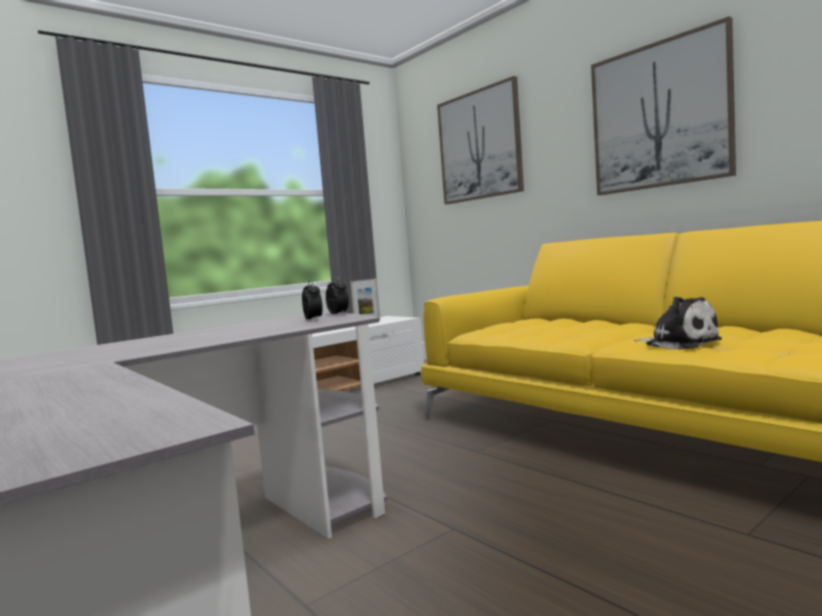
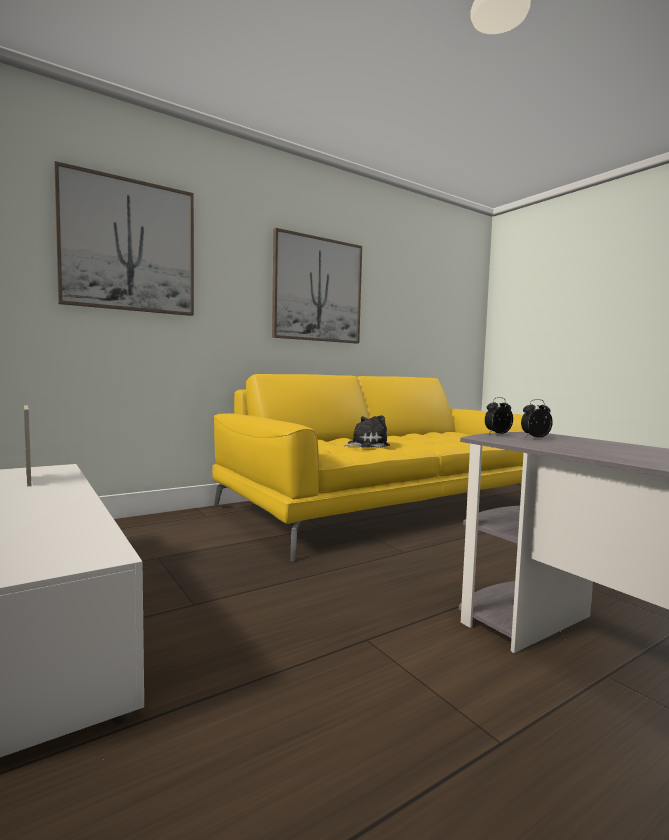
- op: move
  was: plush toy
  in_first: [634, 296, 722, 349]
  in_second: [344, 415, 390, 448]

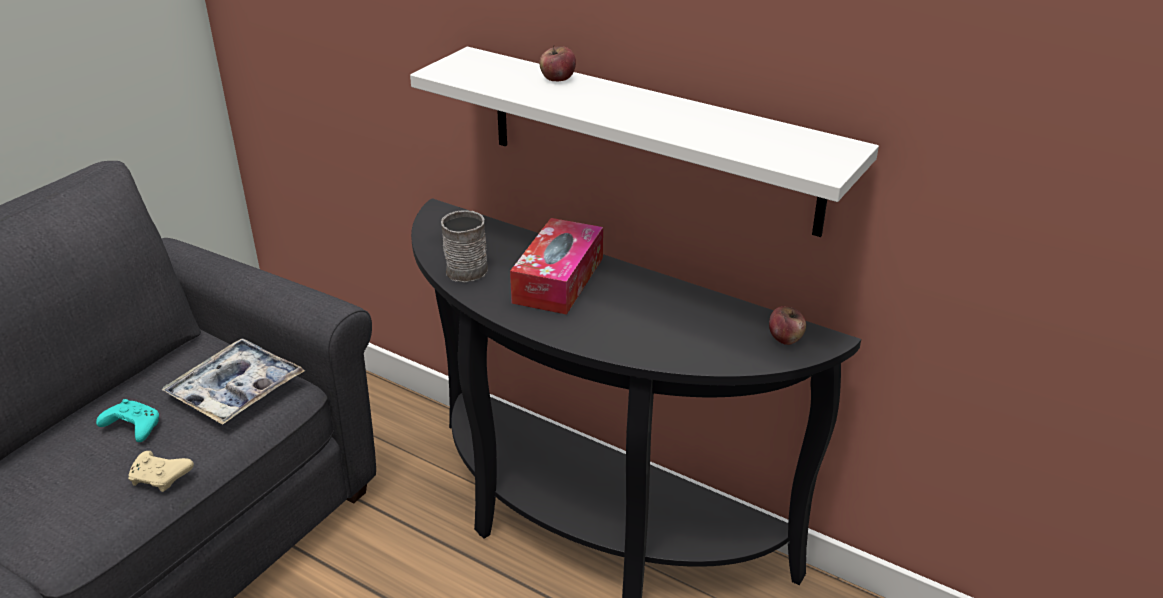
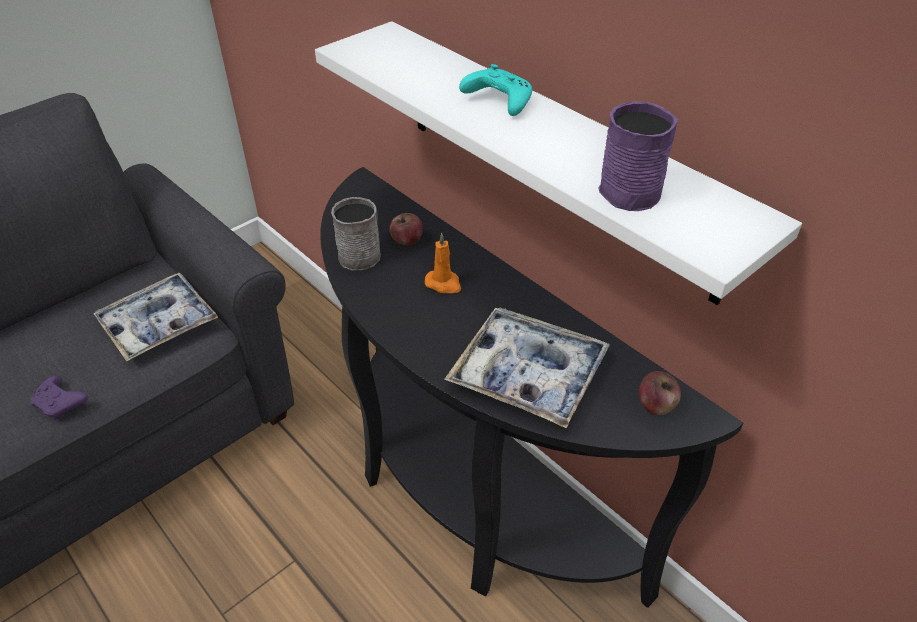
- op: move
  was: apple
  in_first: [539, 45, 576, 81]
  in_second: [390, 213, 423, 245]
- op: replace
  was: tissue box
  now: orange candle
  in_first: [510, 218, 603, 315]
  in_second: [425, 233, 461, 293]
- op: move
  was: turquoise game controller
  in_first: [96, 399, 159, 442]
  in_second: [459, 64, 532, 116]
- op: recolor
  was: beige game controller
  now: purple game controller
  in_first: [128, 451, 194, 492]
  in_second: [30, 376, 88, 420]
- op: insert
  now: purple mug
  in_second: [599, 101, 678, 211]
- op: insert
  now: tray
  in_second: [445, 307, 610, 428]

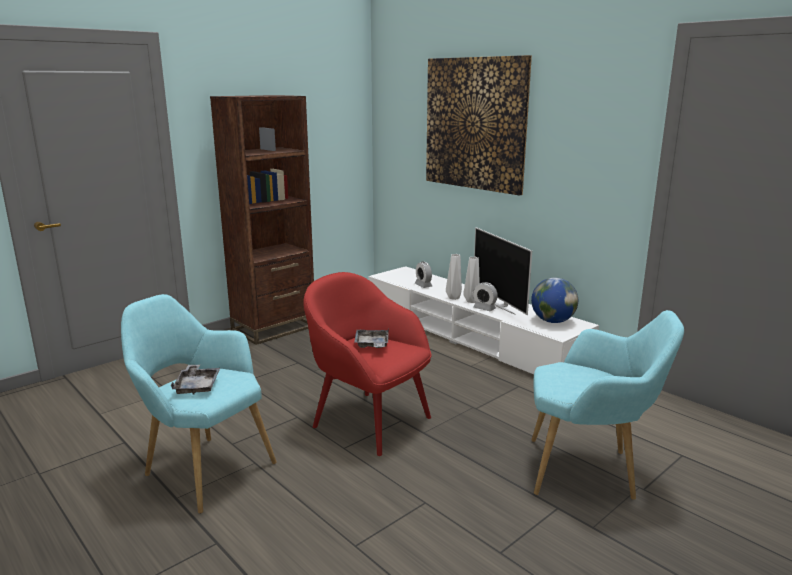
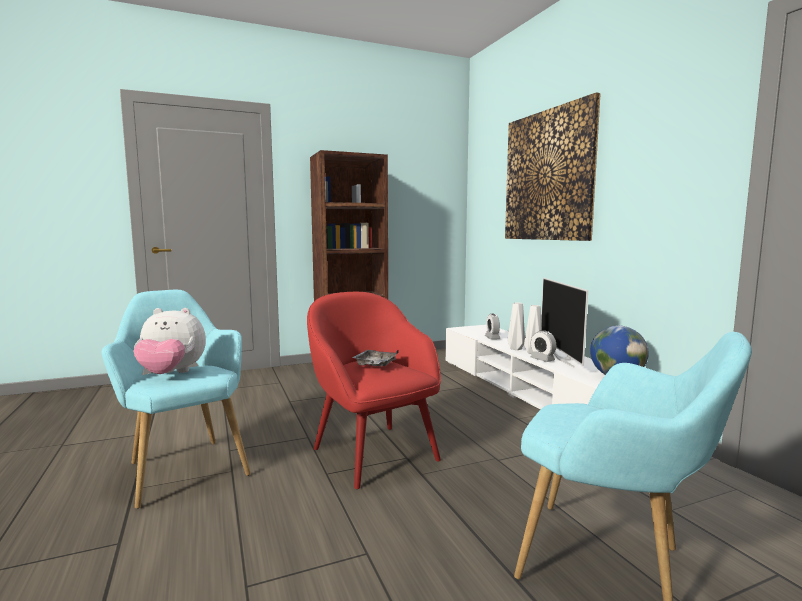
- op: replace
  was: grey tray
  now: plush toy
  in_first: [171, 364, 220, 395]
  in_second: [133, 308, 206, 374]

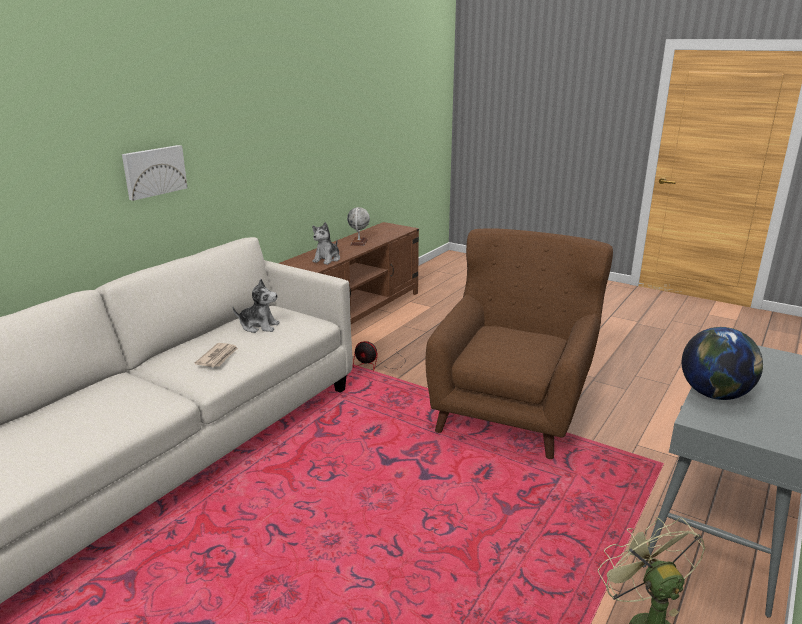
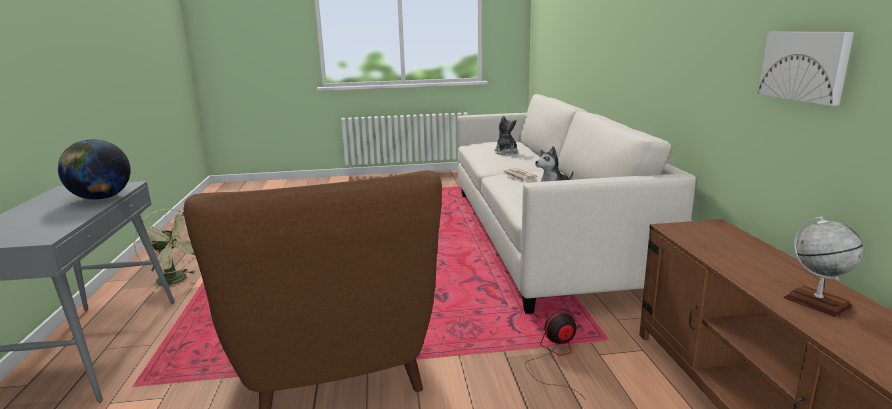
- op: move
  was: picture
  in_first: [122, 145, 188, 201]
  in_second: [758, 32, 854, 106]
- op: move
  was: plush toy
  in_first: [312, 222, 340, 265]
  in_second: [494, 116, 518, 155]

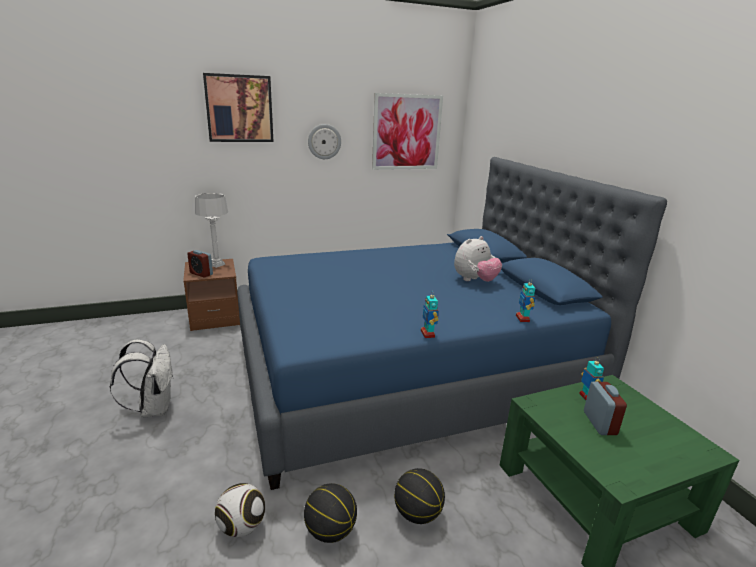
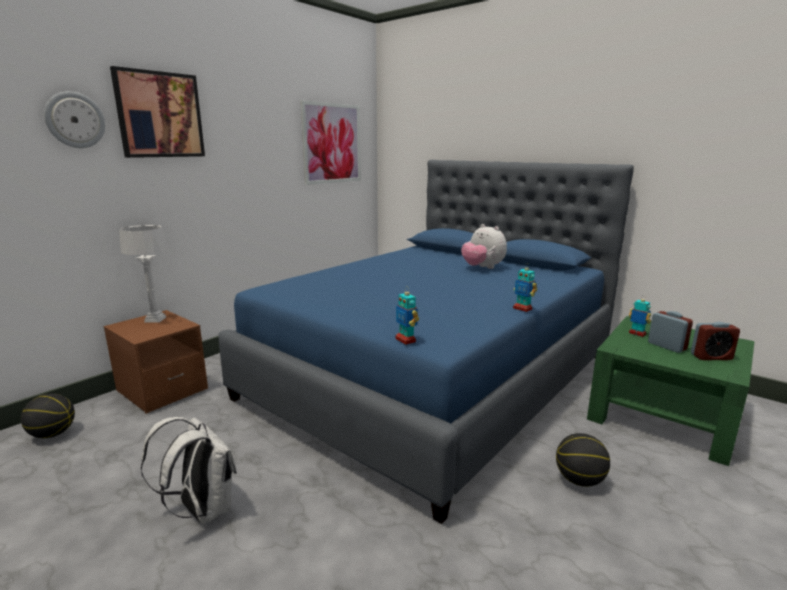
- op: move
  was: wall clock
  in_first: [308, 124, 341, 159]
  in_second: [44, 91, 105, 148]
- op: rotate
  was: plush toy
  in_first: [454, 236, 502, 282]
  in_second: [461, 224, 507, 269]
  clockwise: 120
- op: move
  was: alarm clock
  in_first: [187, 250, 213, 278]
  in_second: [691, 322, 740, 360]
- op: move
  was: toy robot
  in_first: [516, 278, 535, 322]
  in_second: [395, 286, 419, 345]
- op: delete
  was: football
  in_first: [215, 483, 265, 537]
- op: move
  was: basketball
  in_first: [304, 483, 357, 543]
  in_second: [21, 393, 75, 438]

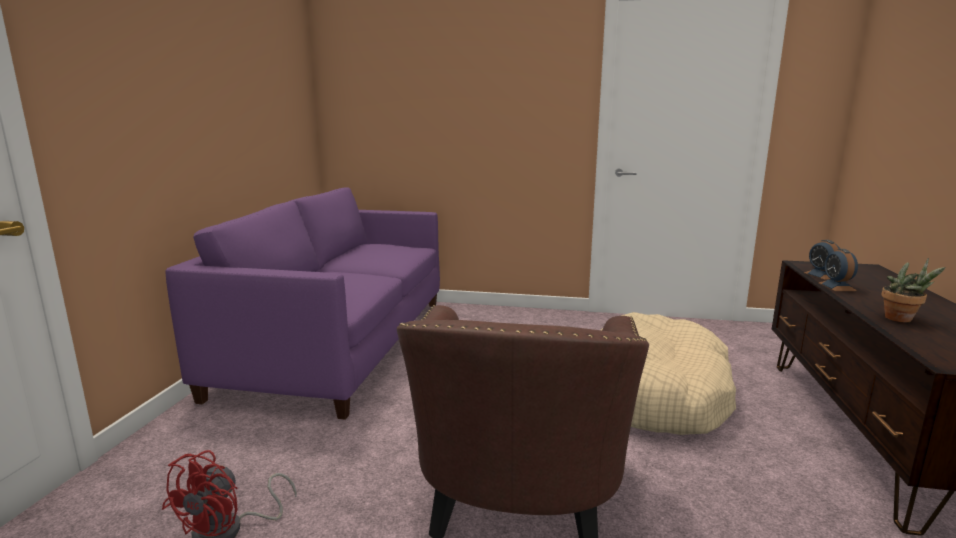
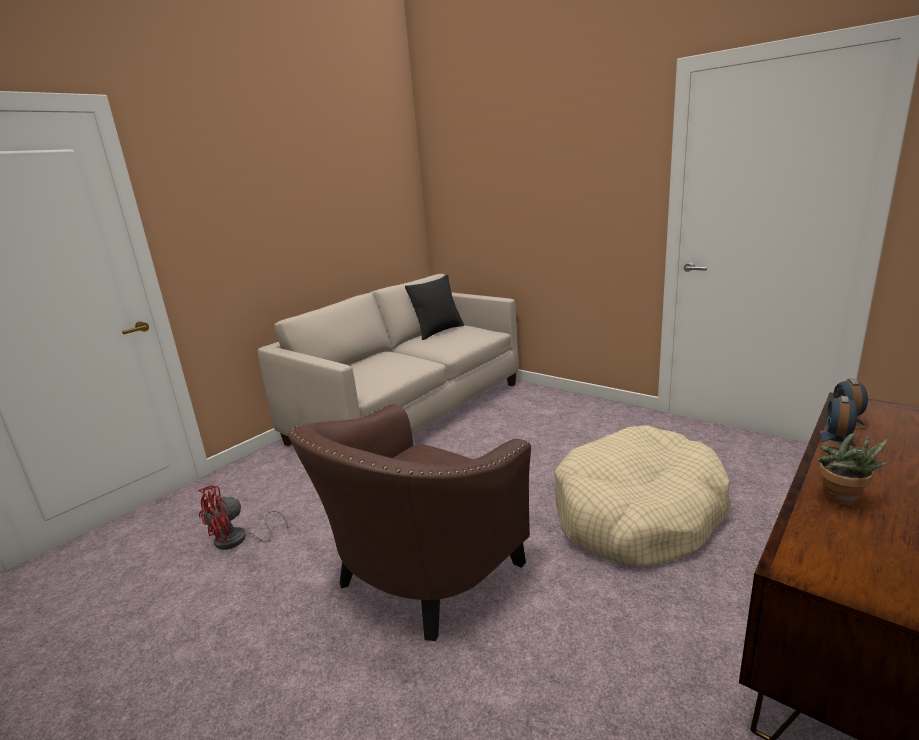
- op: recolor
  was: purple sofa
  now: beige sofa
  in_first: [165, 187, 440, 420]
  in_second: [257, 274, 519, 446]
- op: insert
  now: black pillow
  in_second: [405, 275, 464, 340]

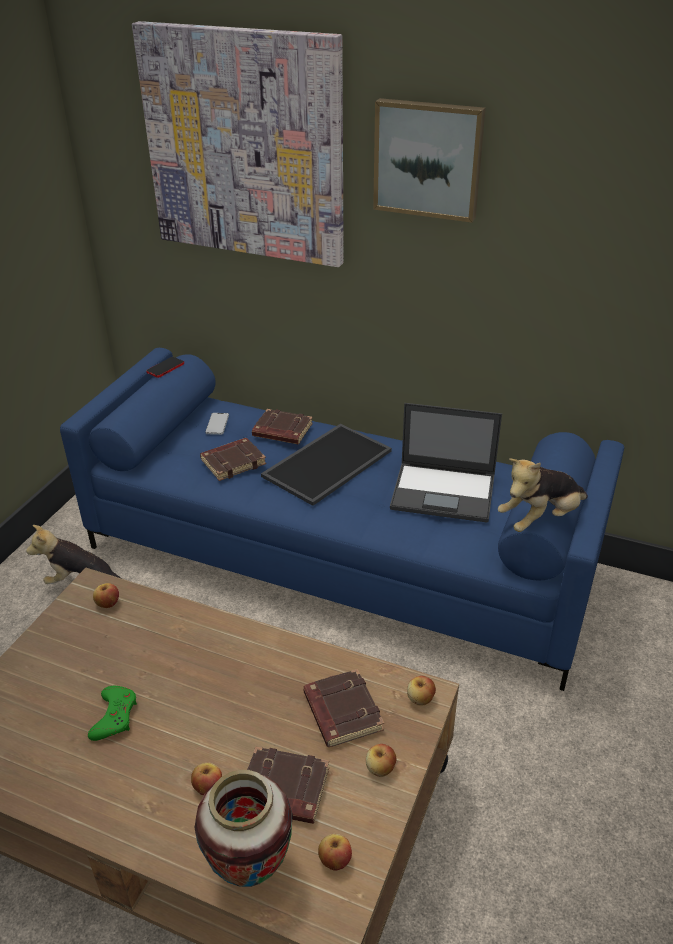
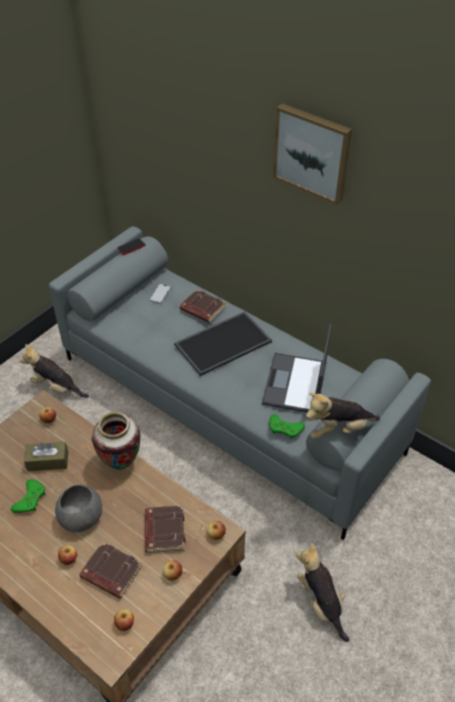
- op: delete
  was: picture
  in_first: [132, 21, 344, 267]
- op: recolor
  was: blue sofa
  now: grey sofa
  in_first: [60, 348, 624, 691]
  in_second: [49, 226, 431, 540]
- op: rotate
  was: laptop
  in_first: [390, 403, 502, 523]
  in_second: [262, 324, 331, 412]
  clockwise: 75
- op: delete
  was: brown book
  in_first: [200, 438, 266, 481]
- op: move
  was: vase
  in_first: [194, 770, 293, 887]
  in_second: [92, 412, 140, 470]
- op: insert
  now: green game controller
  in_second: [269, 414, 305, 439]
- op: insert
  now: brown tissue box
  in_second: [24, 442, 68, 471]
- op: insert
  now: grey bowl
  in_second: [55, 485, 102, 532]
- op: insert
  now: plush toy
  in_second: [296, 543, 349, 642]

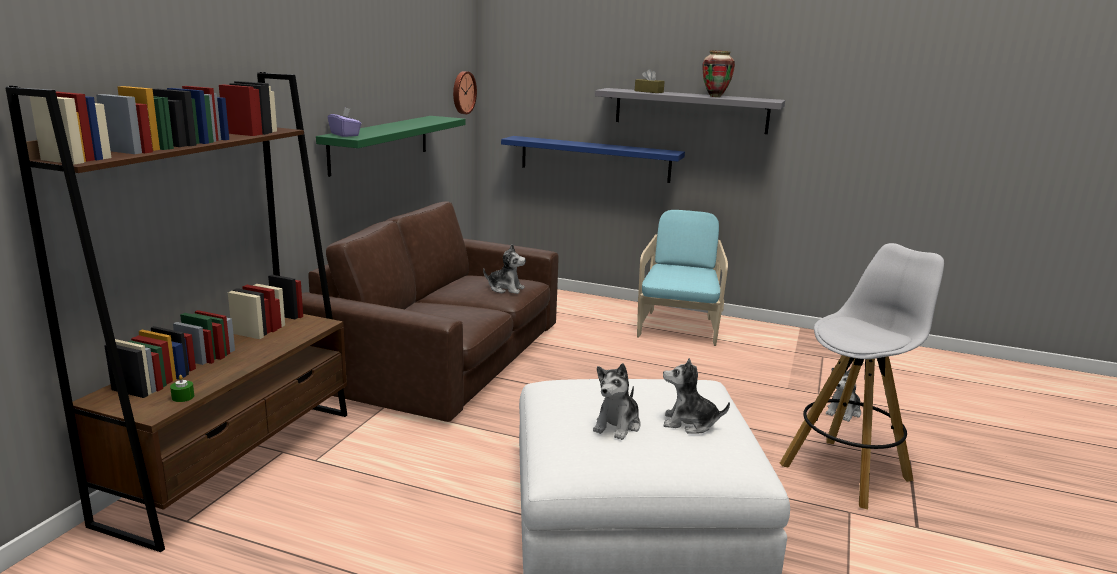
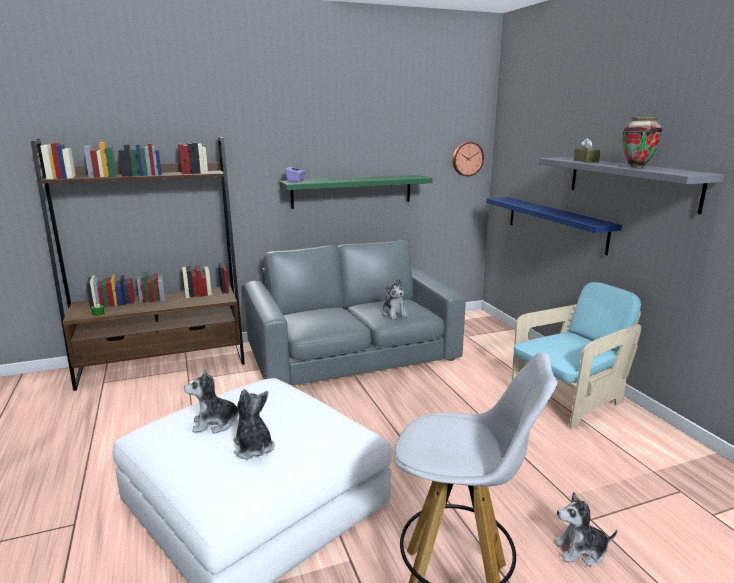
- op: recolor
  was: brown sofa
  now: grey sofa
  in_first: [302, 201, 558, 422]
  in_second: [244, 240, 466, 385]

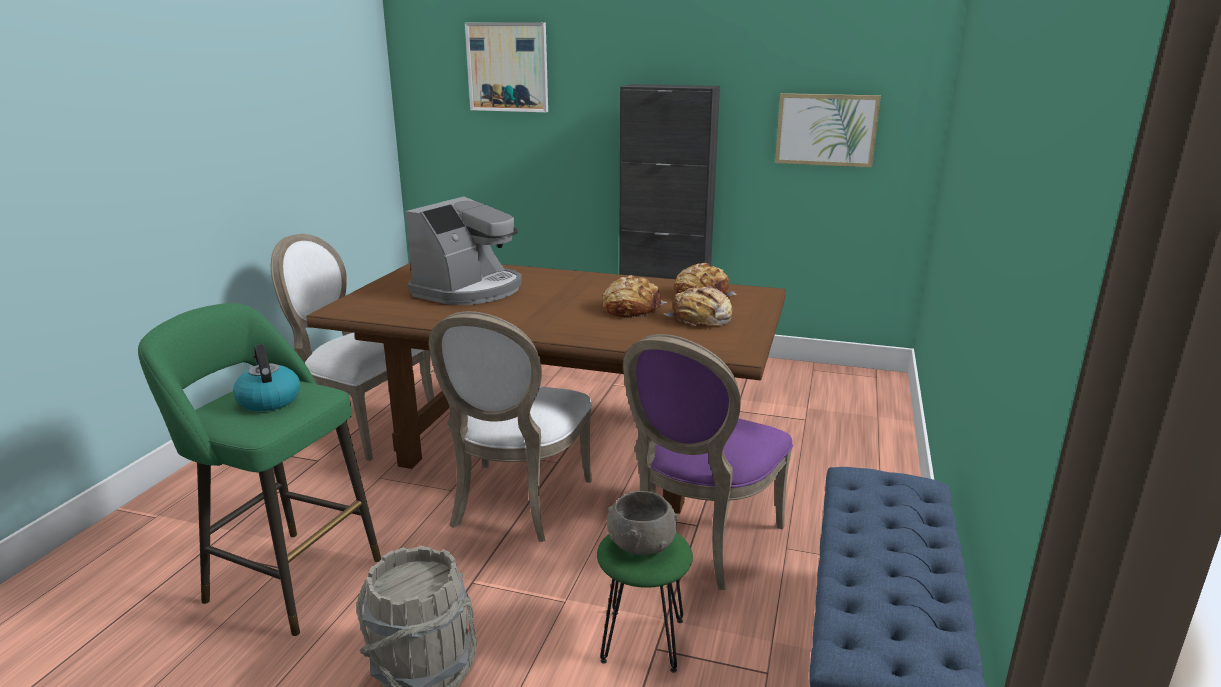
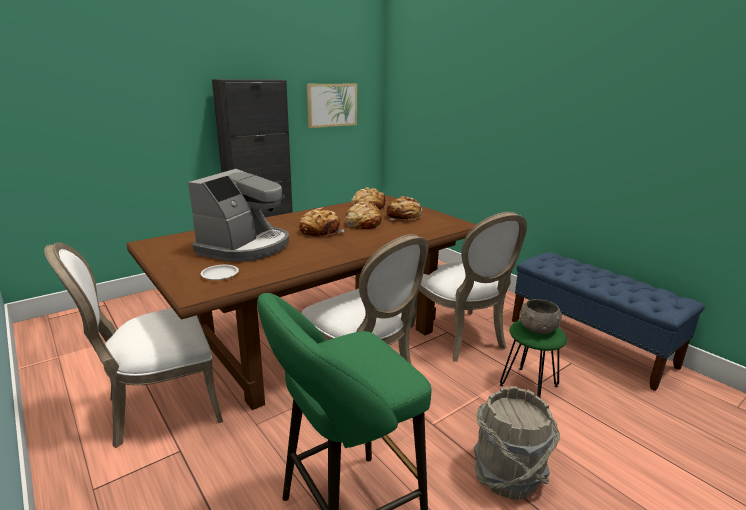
- op: delete
  was: picture
  in_first: [465, 22, 548, 113]
- op: rotate
  was: coffee machine
  in_first: [405, 197, 522, 305]
  in_second: [188, 169, 289, 262]
  clockwise: 45
- op: recolor
  was: purple chair
  now: white chair
  in_first: [623, 334, 793, 590]
  in_second: [410, 212, 527, 362]
- op: delete
  was: kettle
  in_first: [233, 344, 300, 411]
- op: insert
  now: bread
  in_second: [299, 207, 344, 238]
- op: insert
  now: white plate
  in_second: [201, 265, 239, 280]

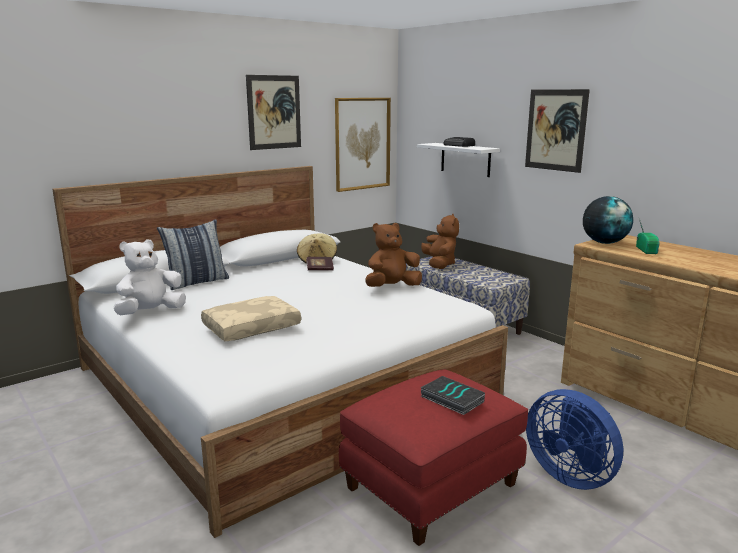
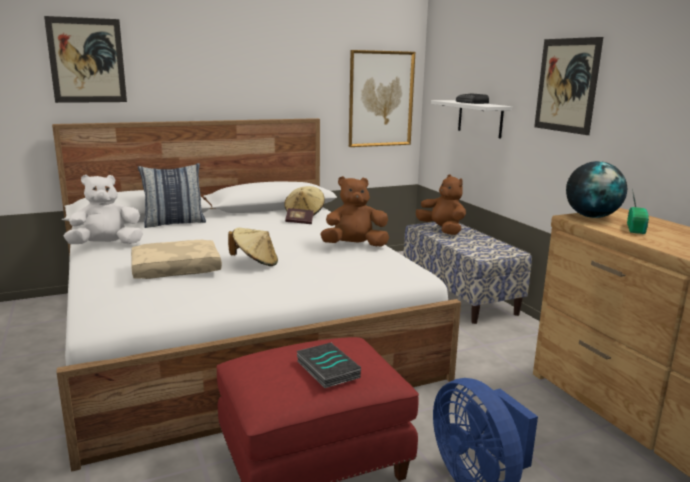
- op: move
  was: picture
  in_first: [246, 75, 301, 150]
  in_second: [44, 16, 127, 103]
- op: rotate
  was: brown plush toy
  in_first: [421, 213, 459, 269]
  in_second: [416, 174, 466, 235]
  clockwise: -45
- op: insert
  now: beige hat
  in_second: [228, 228, 278, 266]

